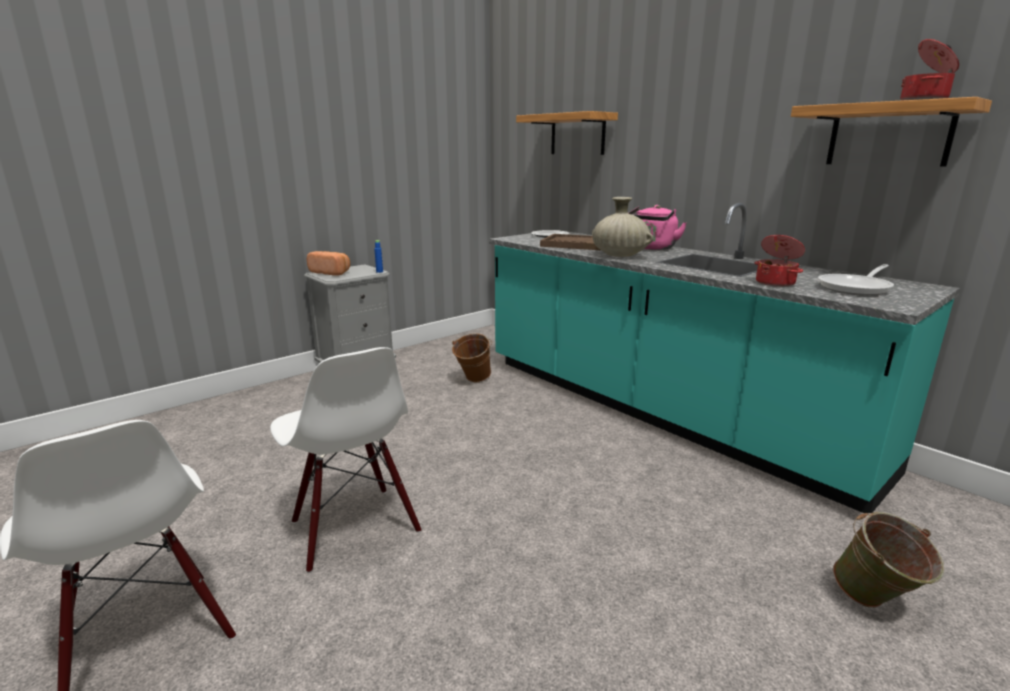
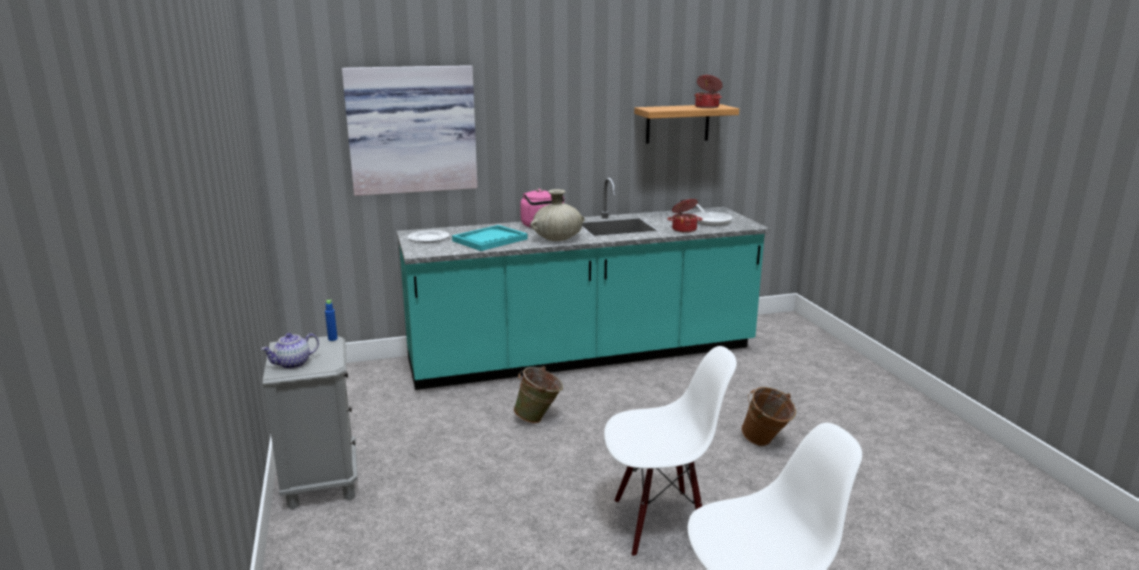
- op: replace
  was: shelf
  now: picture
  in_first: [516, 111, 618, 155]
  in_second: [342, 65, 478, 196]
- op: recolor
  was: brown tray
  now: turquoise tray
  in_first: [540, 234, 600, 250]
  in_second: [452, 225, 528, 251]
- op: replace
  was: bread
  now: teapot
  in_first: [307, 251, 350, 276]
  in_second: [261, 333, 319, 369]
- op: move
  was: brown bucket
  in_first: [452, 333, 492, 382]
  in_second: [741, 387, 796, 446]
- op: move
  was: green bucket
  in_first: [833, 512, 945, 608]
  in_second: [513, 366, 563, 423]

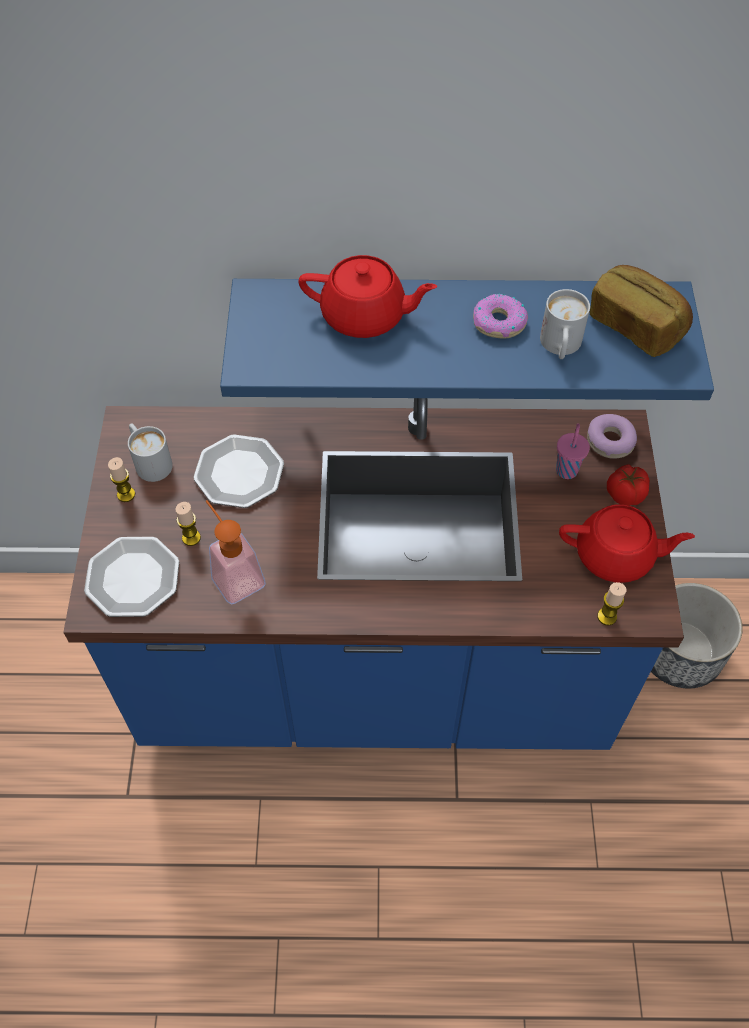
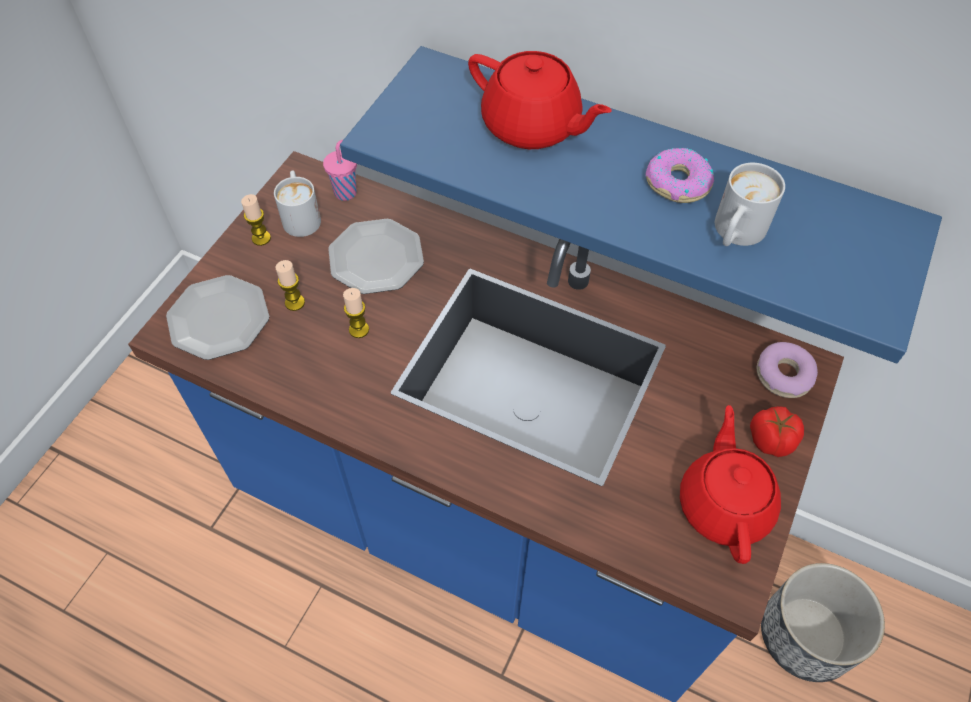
- op: delete
  was: bread
  in_first: [589, 265, 693, 357]
- op: move
  was: pink cup
  in_first: [556, 423, 590, 479]
  in_second: [323, 140, 357, 201]
- op: delete
  was: soap dispenser
  in_first: [206, 500, 266, 604]
- op: rotate
  was: red teapot
  in_first: [559, 504, 695, 582]
  in_second: [680, 405, 781, 564]
  clockwise: -120
- op: move
  was: candle
  in_first: [597, 582, 626, 625]
  in_second: [343, 288, 369, 338]

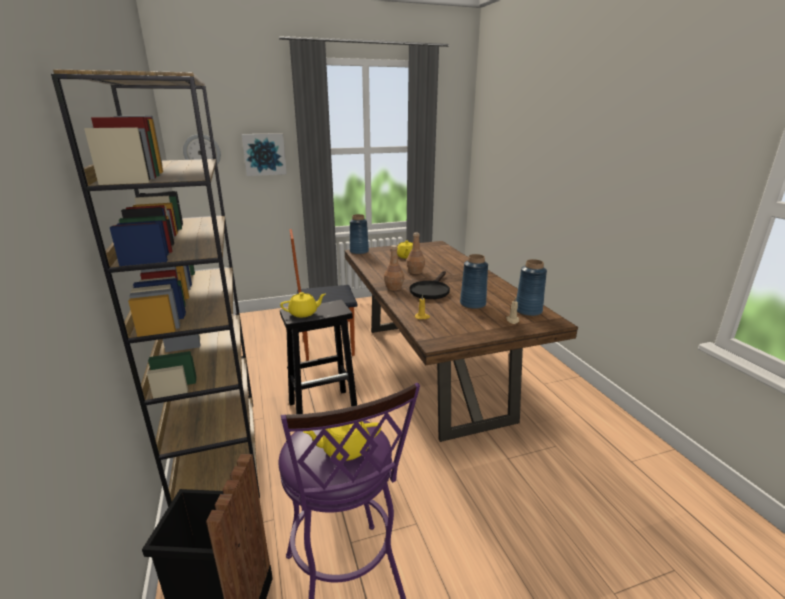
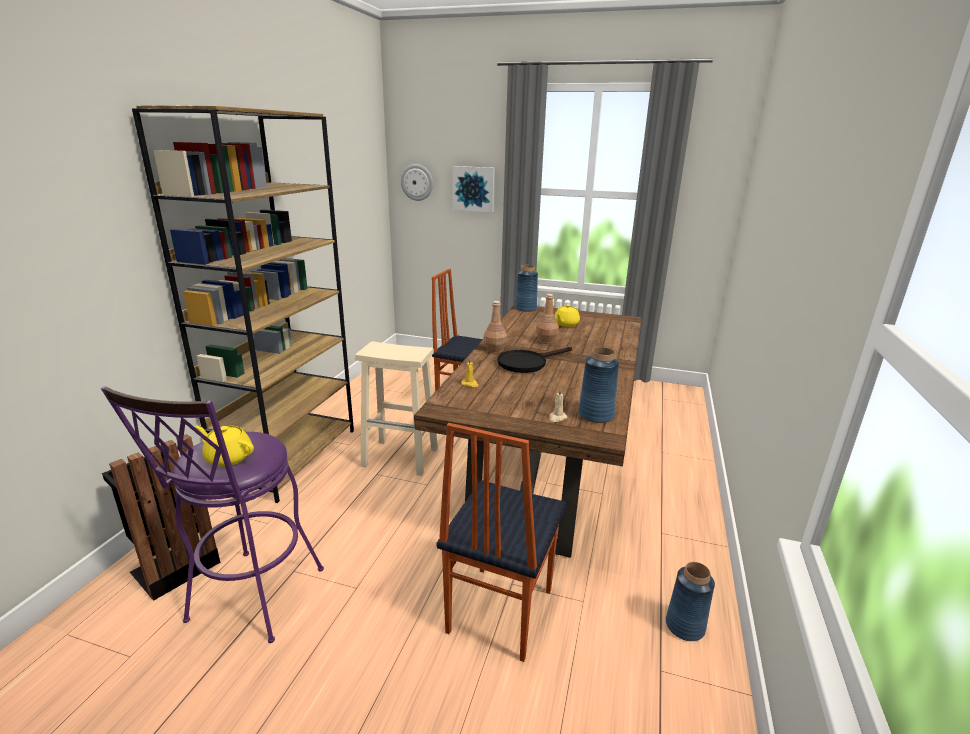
- op: move
  was: blue vase
  in_first: [460, 254, 488, 309]
  in_second: [666, 562, 715, 641]
- op: delete
  was: yellow teapot
  in_first: [280, 292, 325, 317]
- op: recolor
  was: black stool
  now: beige stool
  in_first: [280, 300, 357, 414]
  in_second: [355, 341, 438, 476]
- op: insert
  now: chair
  in_second: [437, 423, 567, 662]

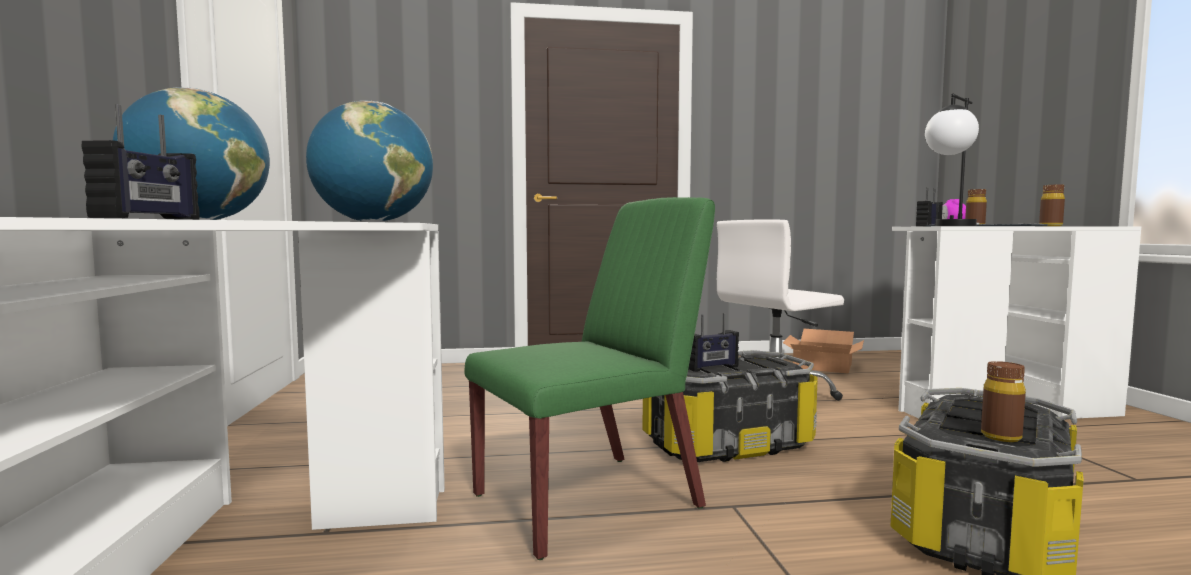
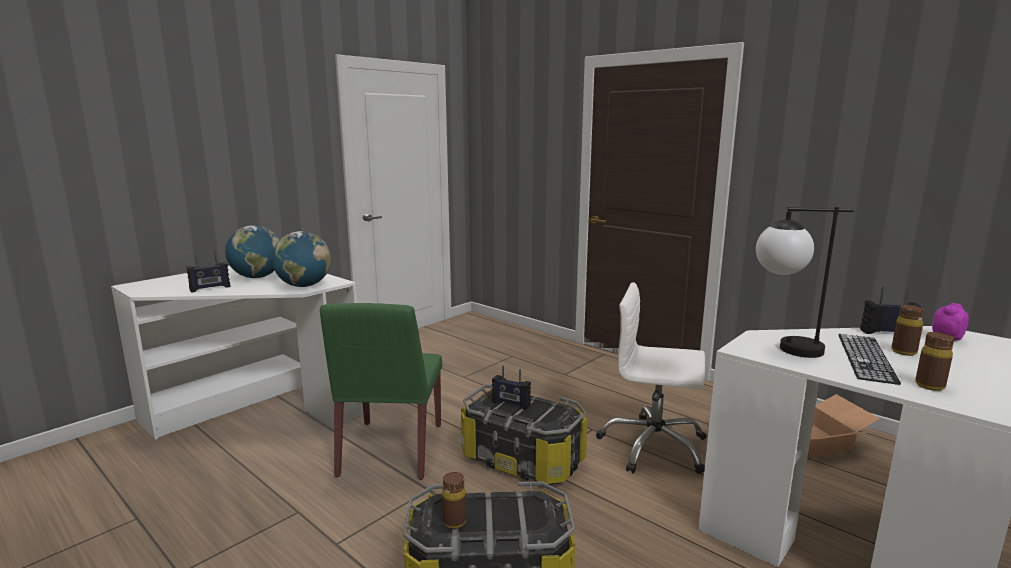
- op: rotate
  was: green chair
  in_first: [464, 197, 715, 560]
  in_second: [320, 303, 442, 480]
  clockwise: 75

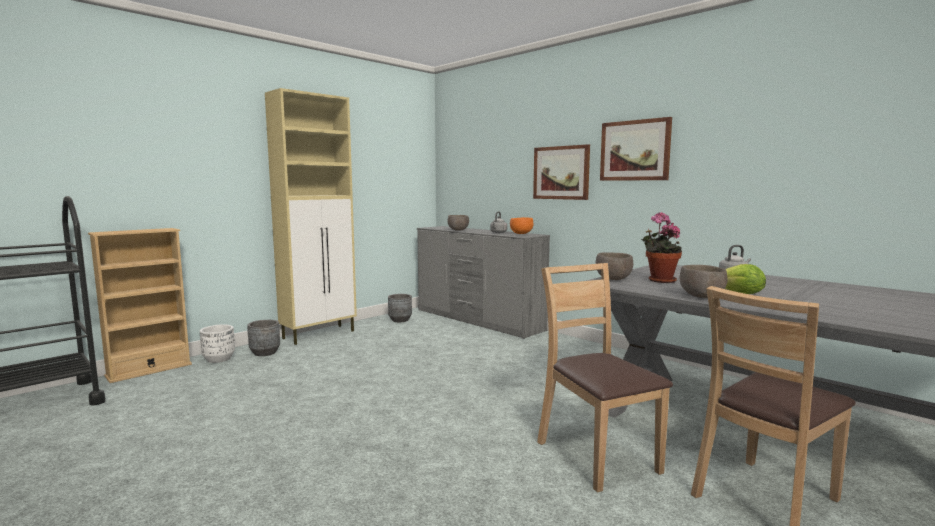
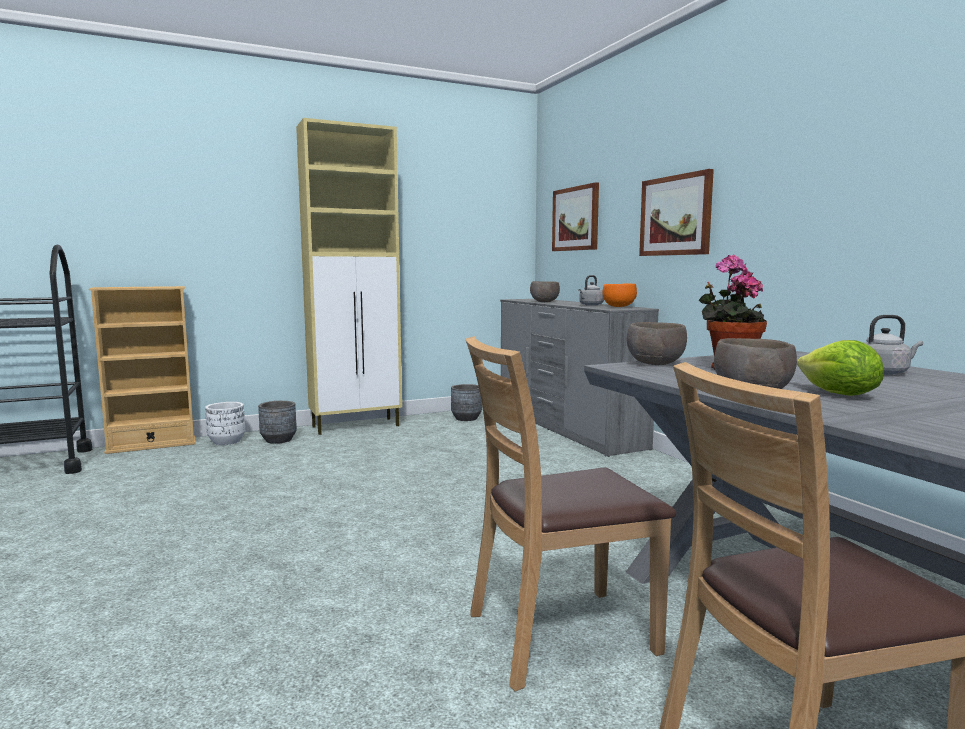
- op: move
  was: picture
  in_first: [600, 117, 672, 181]
  in_second: [552, 182, 599, 251]
- op: rotate
  was: brown chair
  in_first: [537, 263, 673, 493]
  in_second: [466, 336, 676, 692]
  clockwise: -105

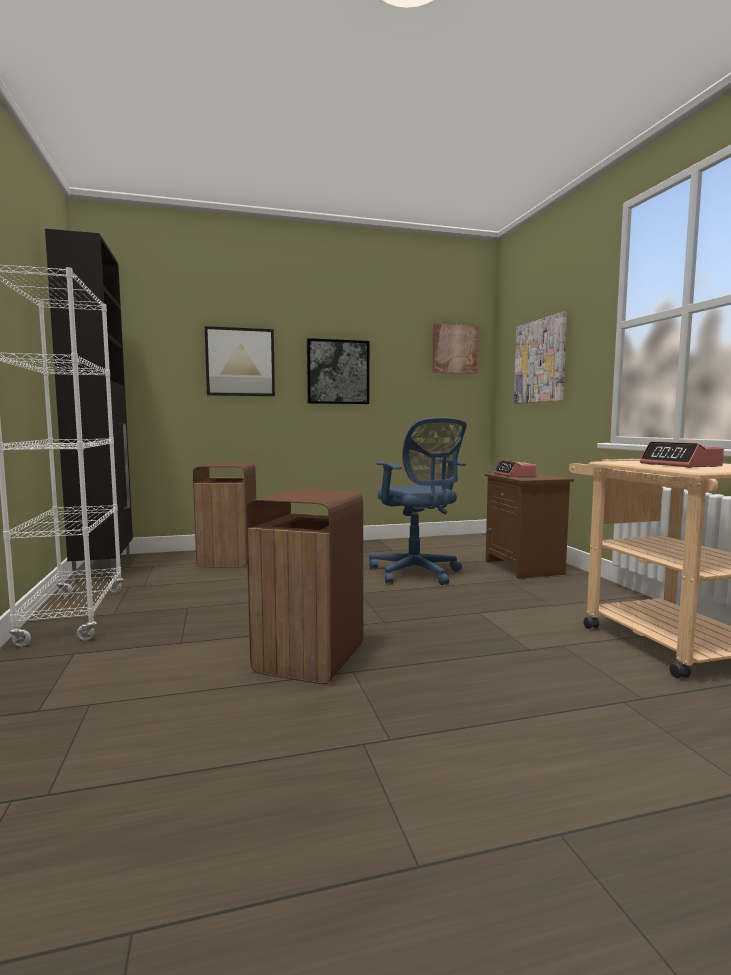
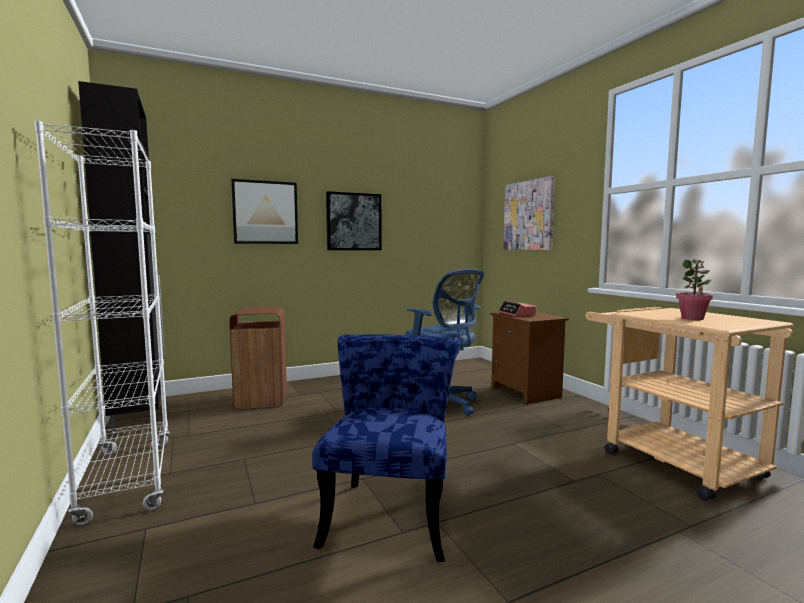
- op: delete
  was: picture
  in_first: [433, 324, 479, 374]
- op: replace
  was: alarm clock
  now: potted plant
  in_first: [640, 441, 724, 468]
  in_second: [676, 259, 713, 320]
- op: replace
  was: brown trash can
  now: blue chair
  in_first: [246, 489, 363, 684]
  in_second: [313, 334, 460, 562]

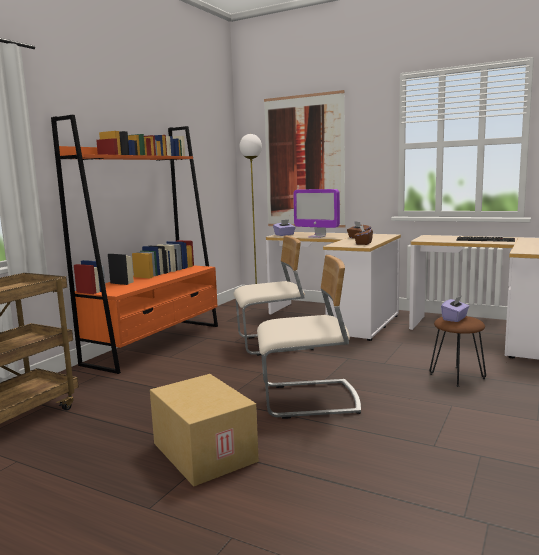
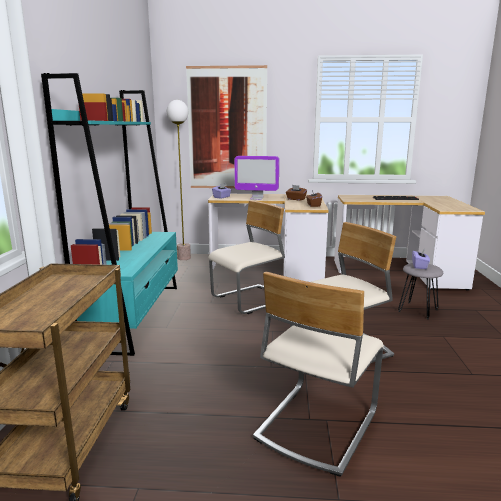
- op: recolor
  was: orange bookcase
  now: turquoise bookcase
  in_first: [51, 115, 218, 374]
  in_second: [41, 73, 178, 356]
- op: recolor
  was: brown stool
  now: grey stool
  in_first: [429, 316, 486, 387]
  in_second: [398, 263, 443, 319]
- op: replace
  was: cardboard box
  now: beige chair
  in_first: [150, 374, 259, 486]
  in_second: [253, 272, 384, 477]

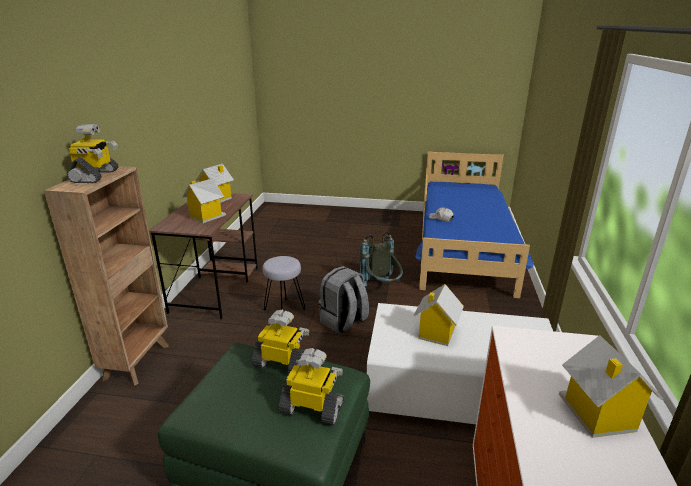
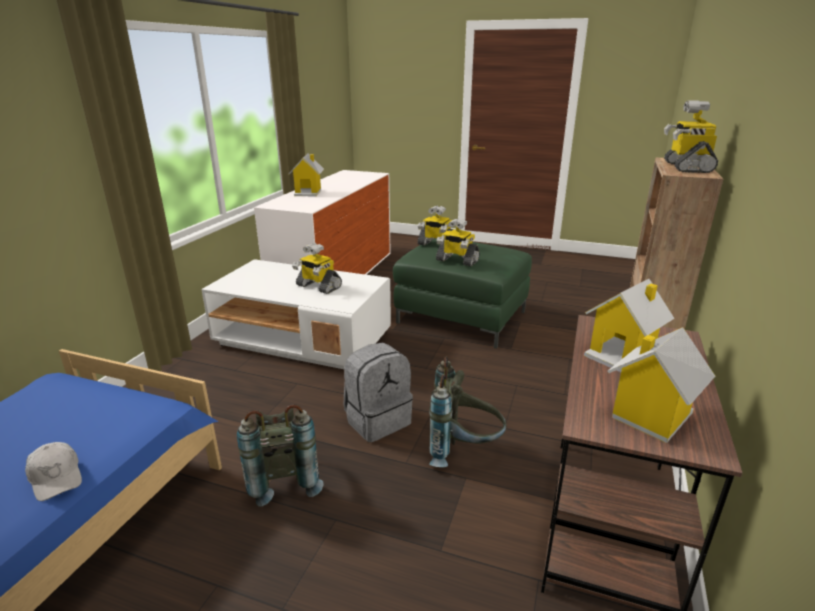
- op: replace
  was: grey stool
  now: grey backpack
  in_first: [263, 256, 306, 310]
  in_second: [429, 357, 507, 467]
- op: replace
  was: toy house
  now: toy robot
  in_first: [414, 284, 464, 346]
  in_second: [292, 243, 342, 294]

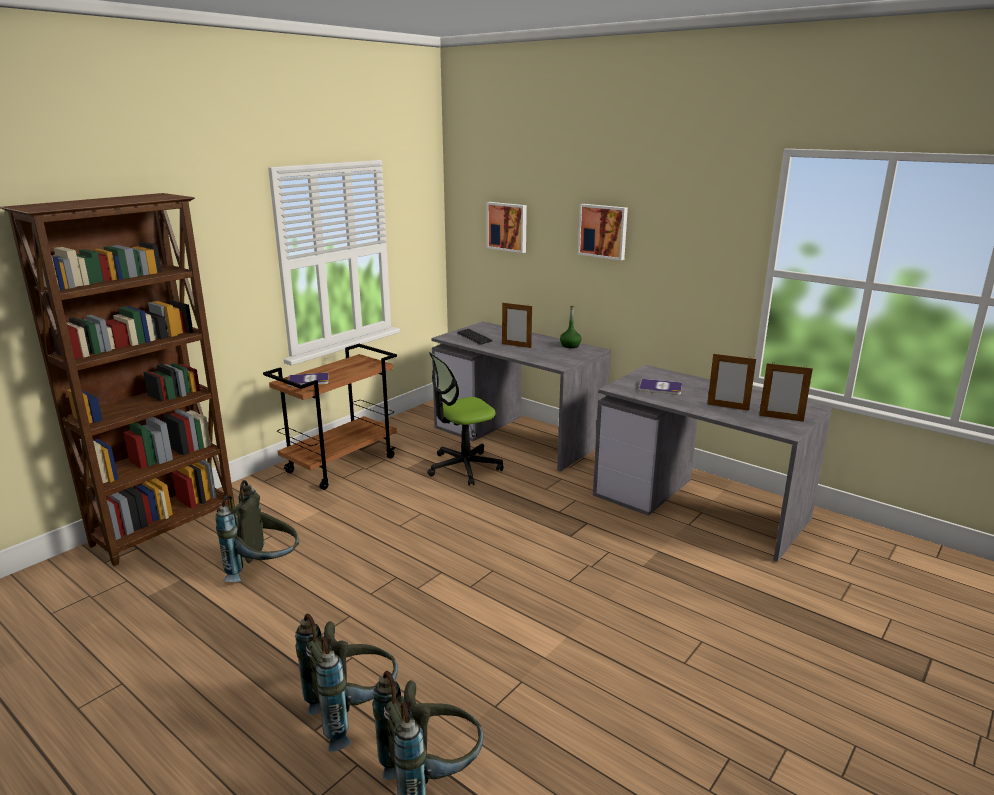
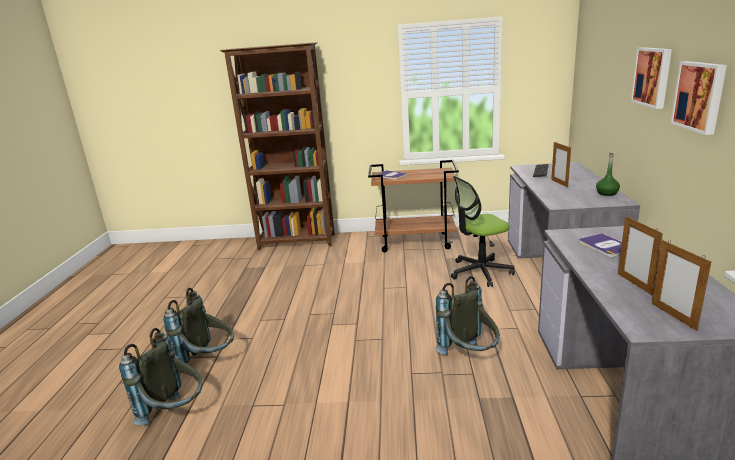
- op: move
  was: picture
  in_first: [486, 202, 527, 253]
  in_second: [671, 61, 727, 135]
- op: rotate
  was: office chair
  in_first: [427, 352, 503, 486]
  in_second: [451, 176, 515, 287]
  clockwise: -45
- op: move
  was: grey backpack
  in_first: [215, 480, 299, 582]
  in_second: [435, 276, 500, 355]

